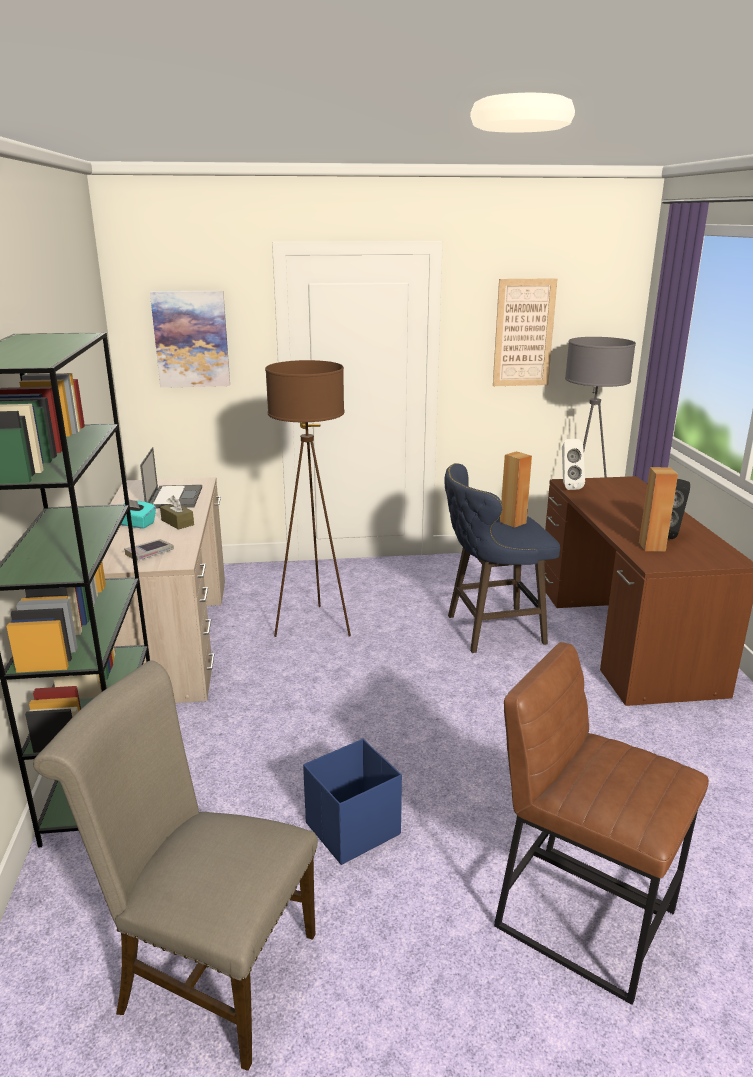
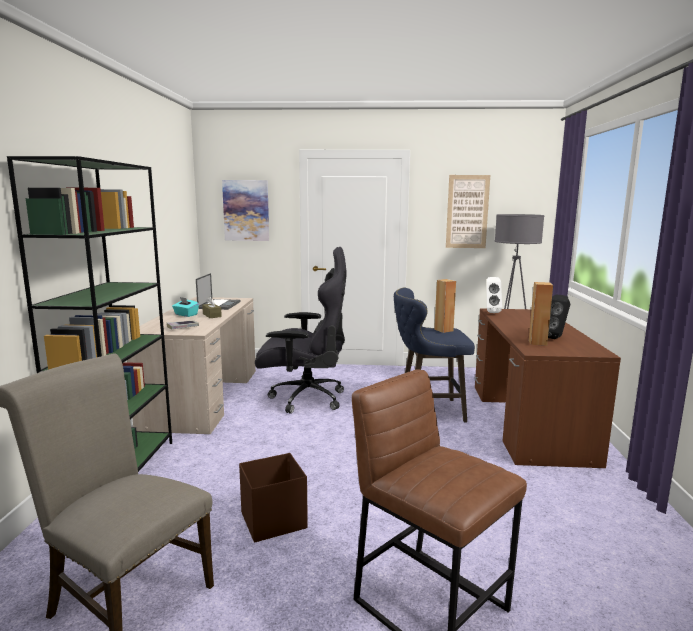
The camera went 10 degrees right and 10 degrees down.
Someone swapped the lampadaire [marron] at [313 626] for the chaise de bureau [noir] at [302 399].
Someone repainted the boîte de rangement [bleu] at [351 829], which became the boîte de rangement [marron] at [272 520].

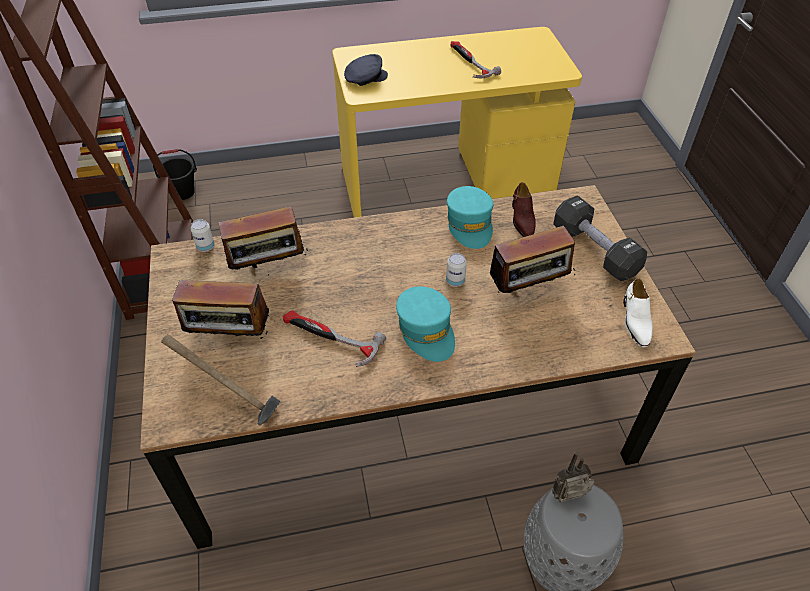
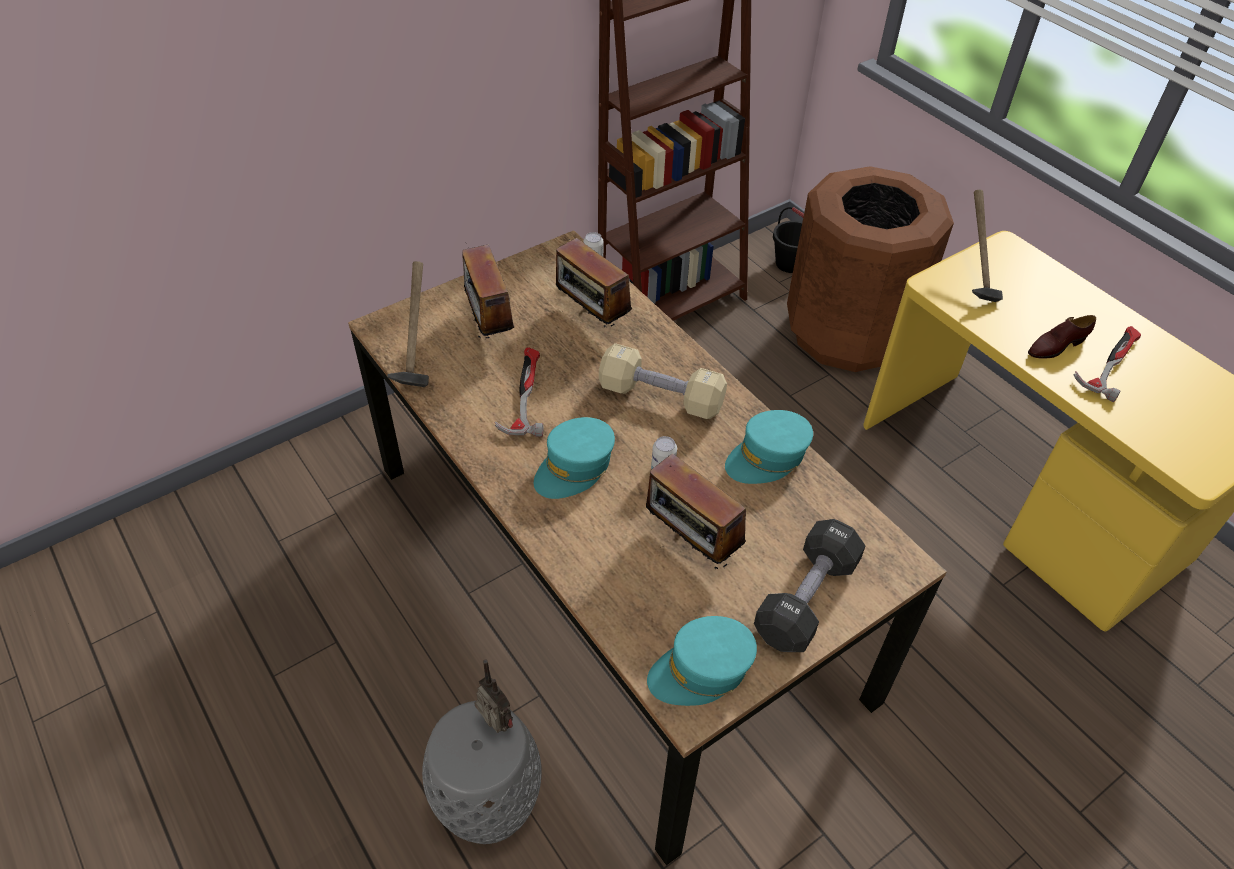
The camera went 65 degrees right and 0 degrees up.
Someone swapped the casquette [gris] at [365 78] for the marteau at [972 277].
Someone carried the chaussure [marron] from [522 219] to [1056 346].
Someone swapped the chaussure [blanc] at [635 321] for the casquette [turquoise] at [701 671].
Someone put down the haltère [beige] at [661 397].
Someone put down the poubelle [marron] at [846 334].

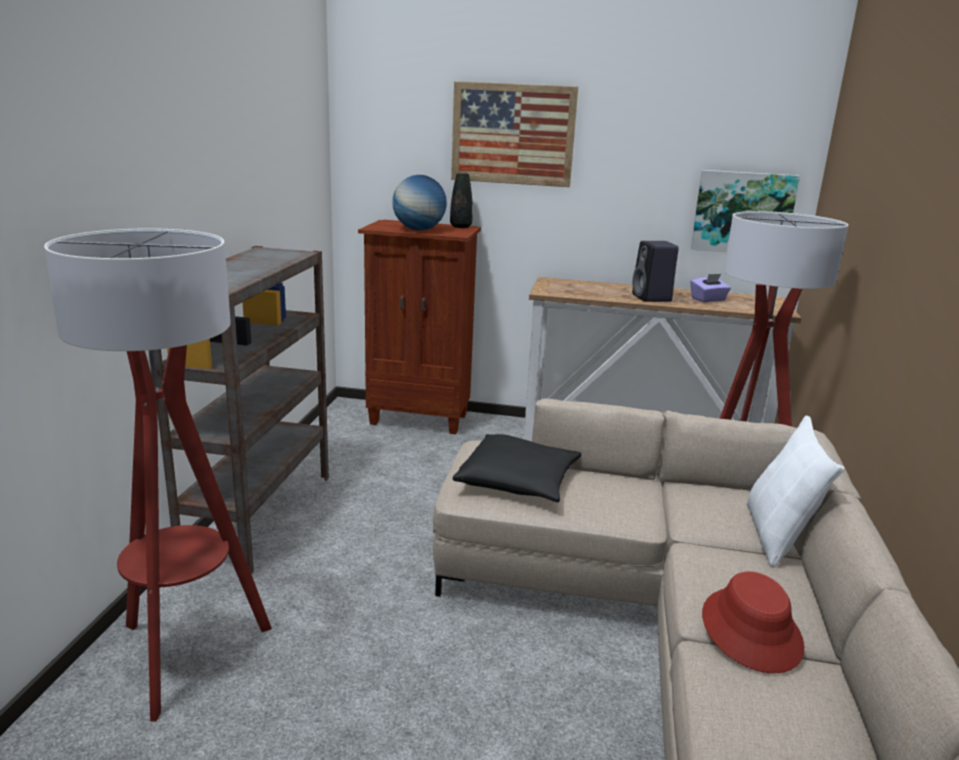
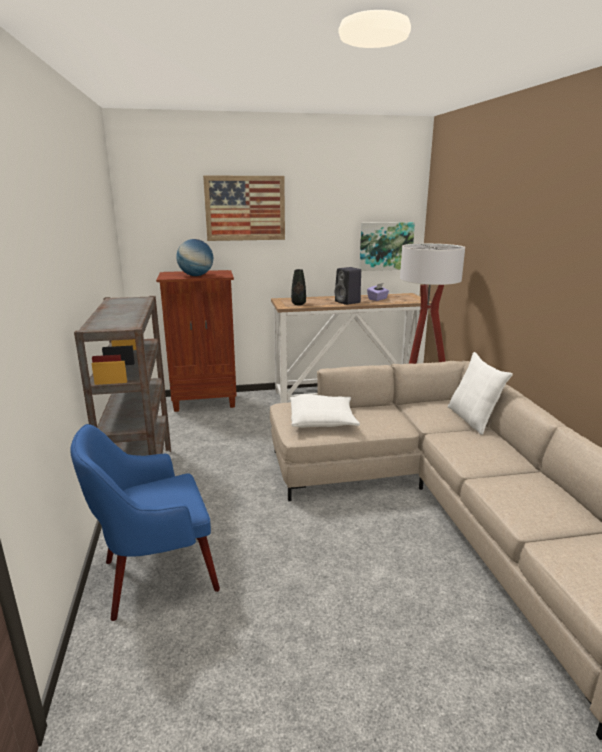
The camera went 20 degrees left and 0 degrees up.
Someone swapped the lampadaire at [186 654] for the fauteuil [bleu] at [156 576].
Someone carried the vase [noir] from [460 227] to [298 304].
Someone repainted the coussin [noir] at [518 480], which became the coussin [blanc] at [322 420].
Someone took away the chapeau [rouge] at [751 630].

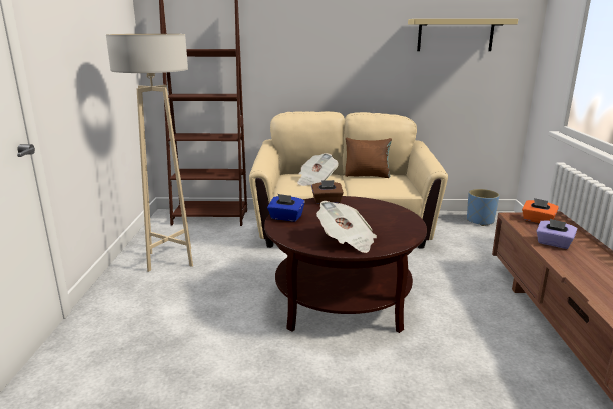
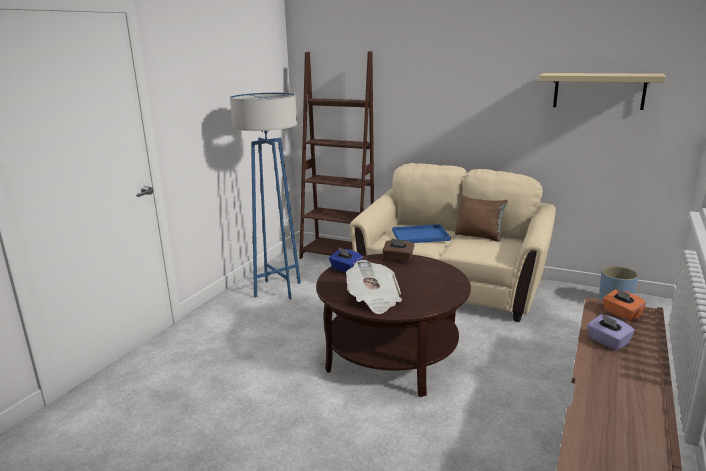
The camera went 25 degrees right and 0 degrees up.
Someone repainted the lampadaire [beige] at [170 259], which became the lampadaire [bleu] at [277 290].
Someone swapped the journal at [316 181] for the plateau [bleu] at [419 235].

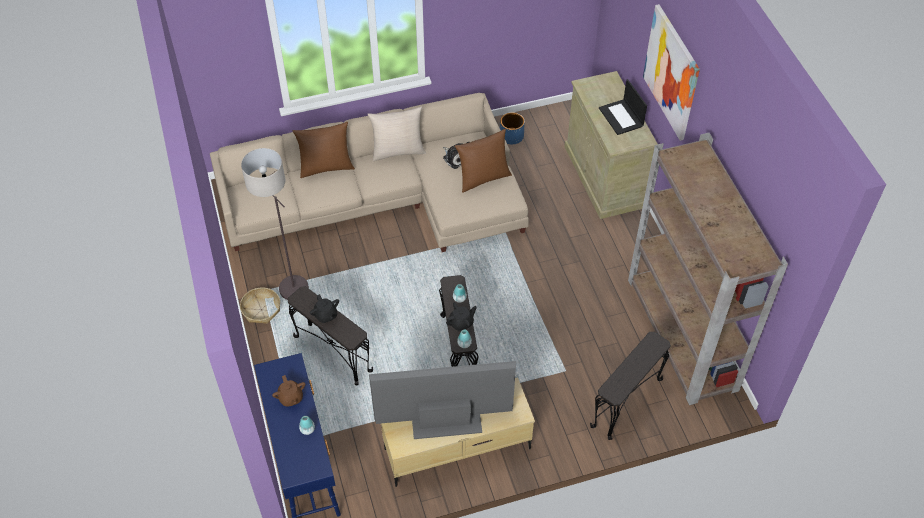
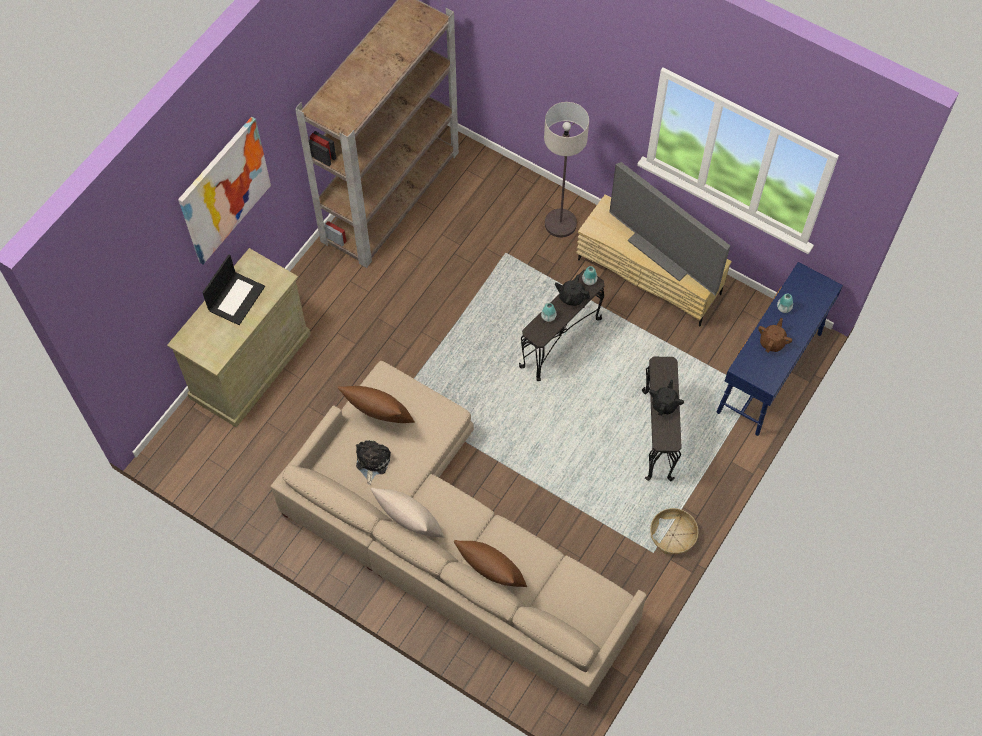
The camera went 130 degrees left and 10 degrees up.
Someone carried the lampadaire [gris] from [288 283] to [559 232].
Someone took away the cache-pot [bleu] at [511 136].
Someone took away the table d'appoint [noir] at [626 403].

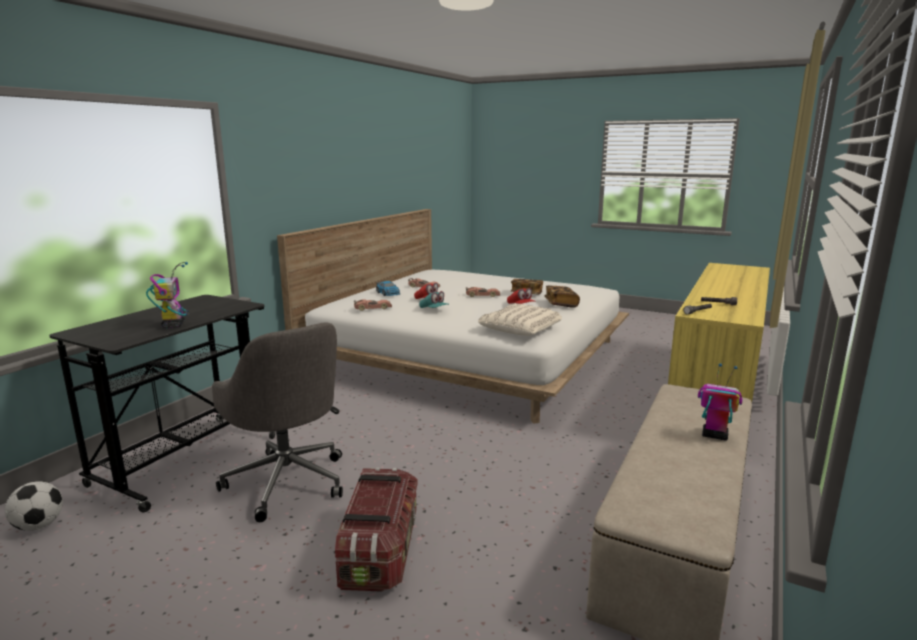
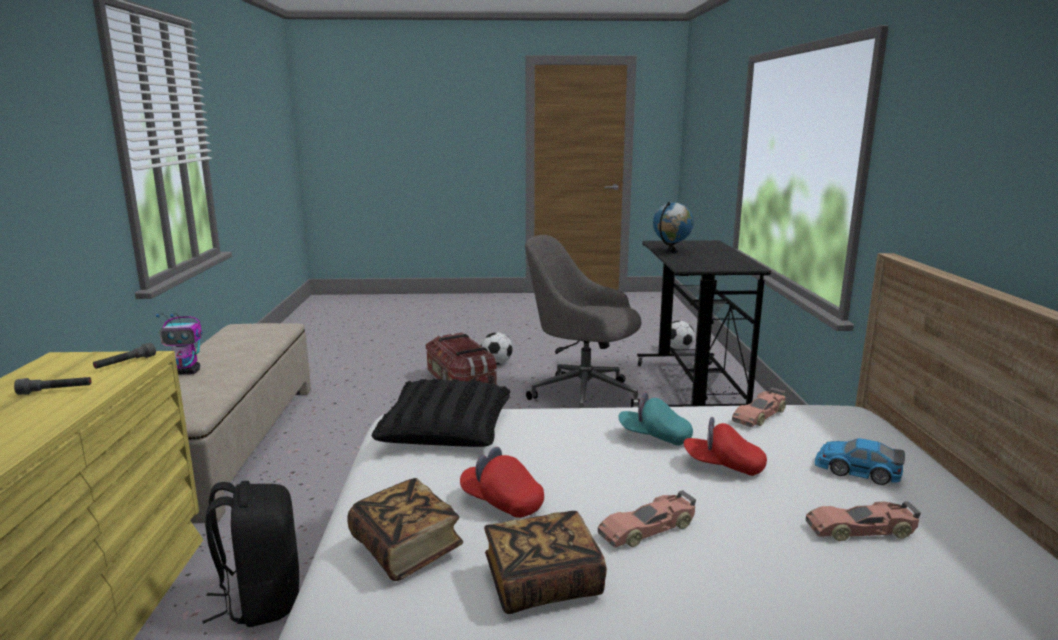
The camera went 150 degrees right and 0 degrees up.
Someone swapped the robot jouet at [173 325] for the globe at [671 251].
Someone repainted the coussin [beige] at [520 328], which became the coussin [noir] at [445 429].
Someone put down the sac à dos [noir] at [261 600].
Someone put down the ballon de foot at [496 363].

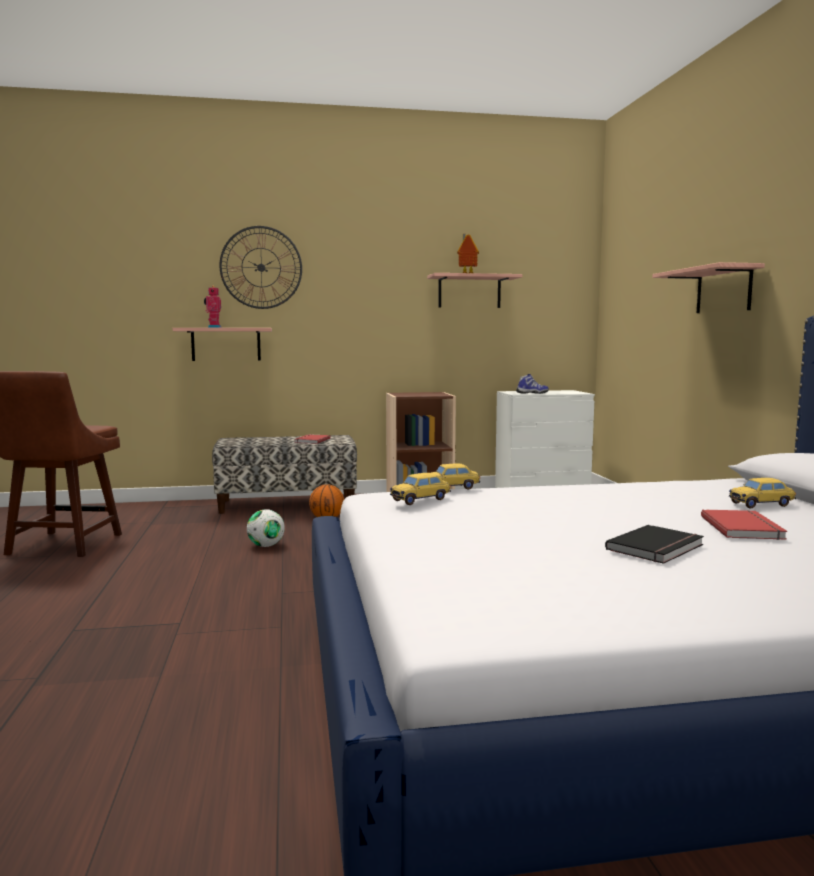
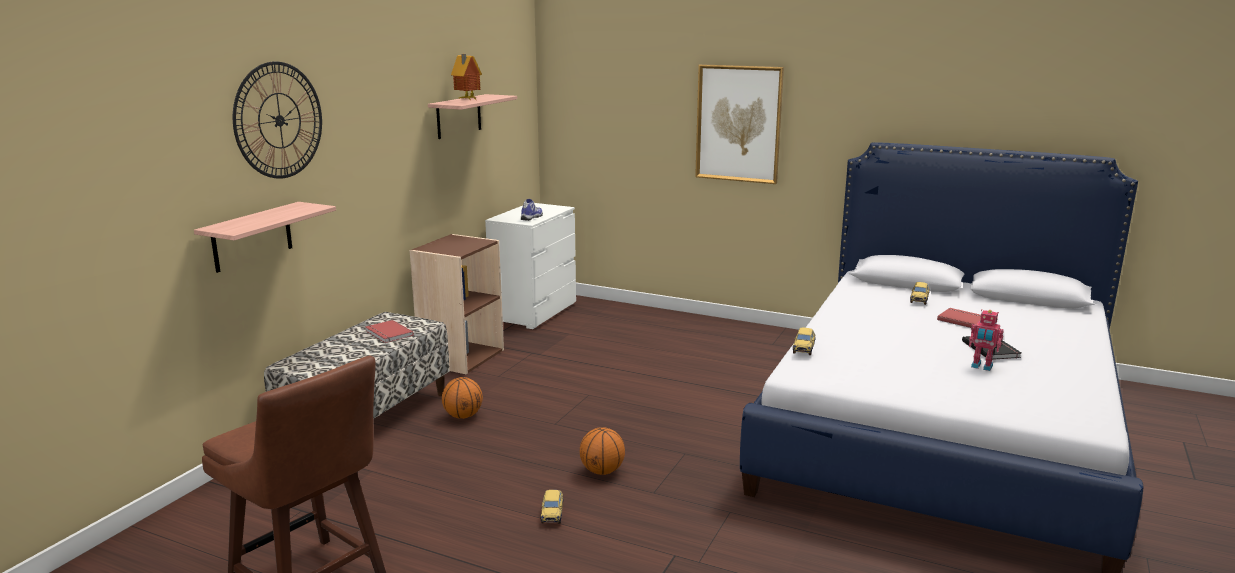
The camera went 55 degrees left and 10 degrees up.
Someone carried the robot jouet from [213 327] to [981 367].
Someone took away the ballon de foot at [266 546].
Someone carried the petite voiture from [420 500] to [552 513].
Someone swapped the étagère at [723 290] for the tableau at [738 123].
Someone put down the ballon de basket at [602 471].

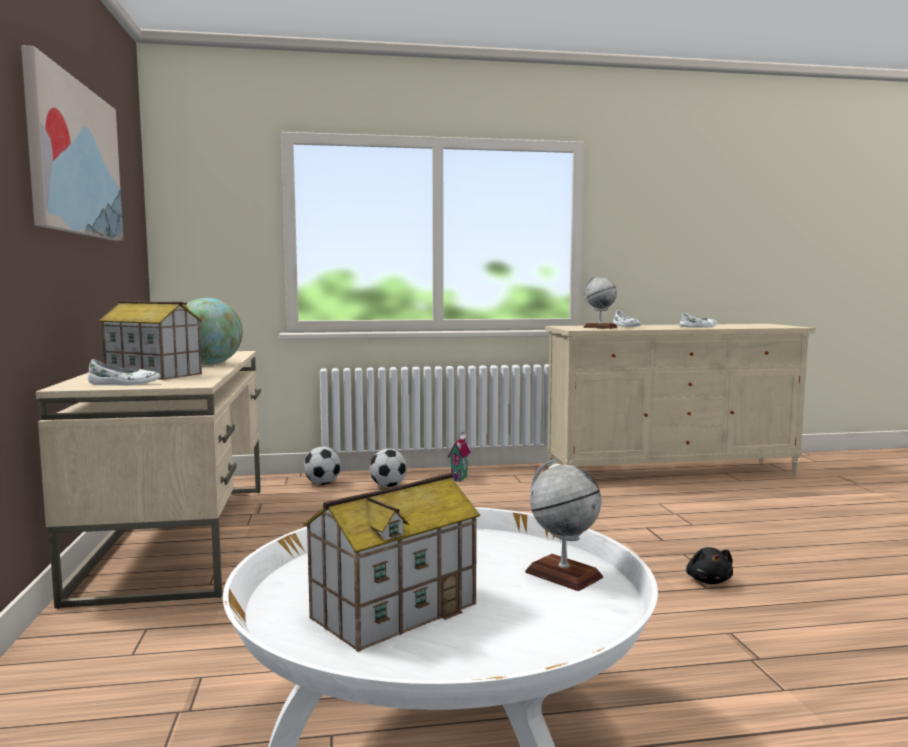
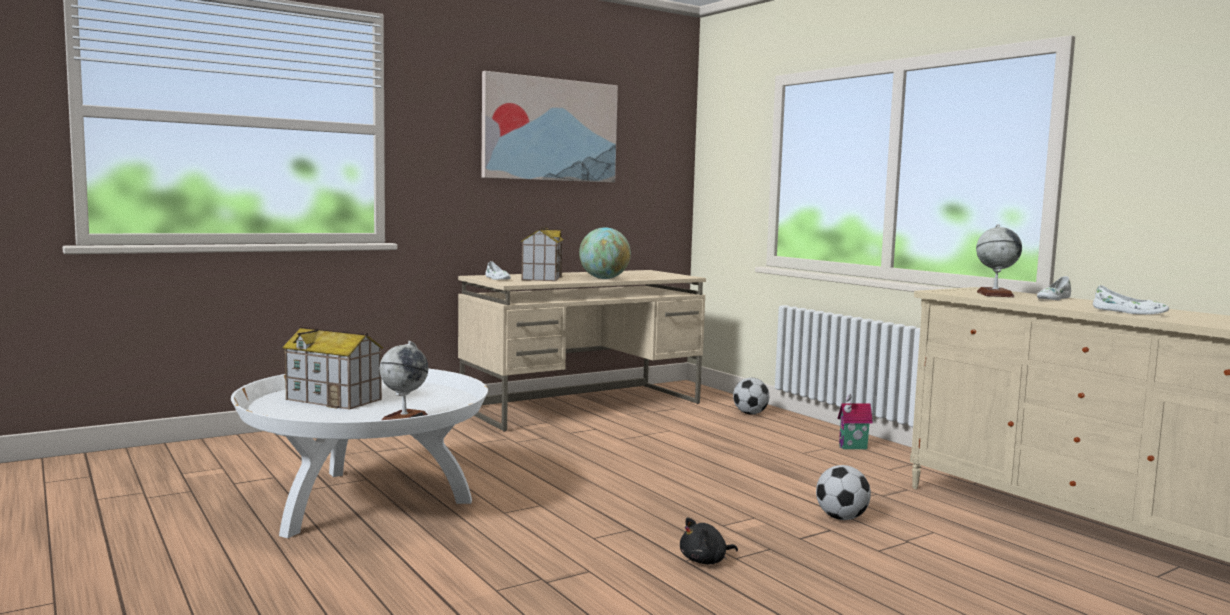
The camera went 65 degrees right and 0 degrees up.
Someone carried the ballon de foot from [388 486] to [842 518].

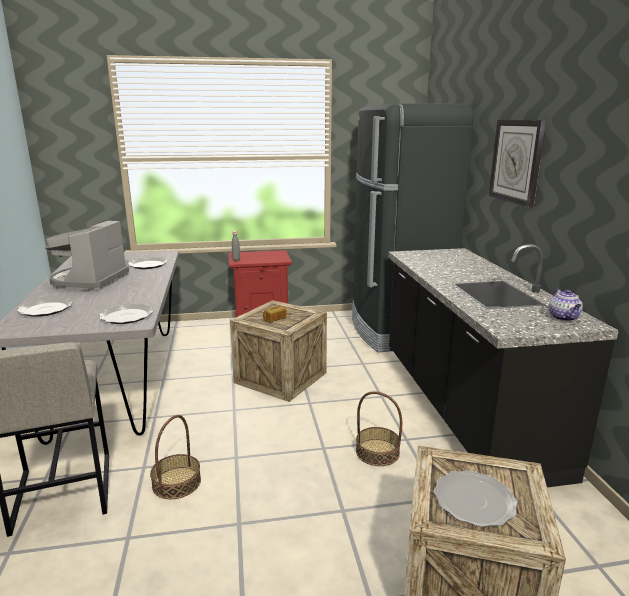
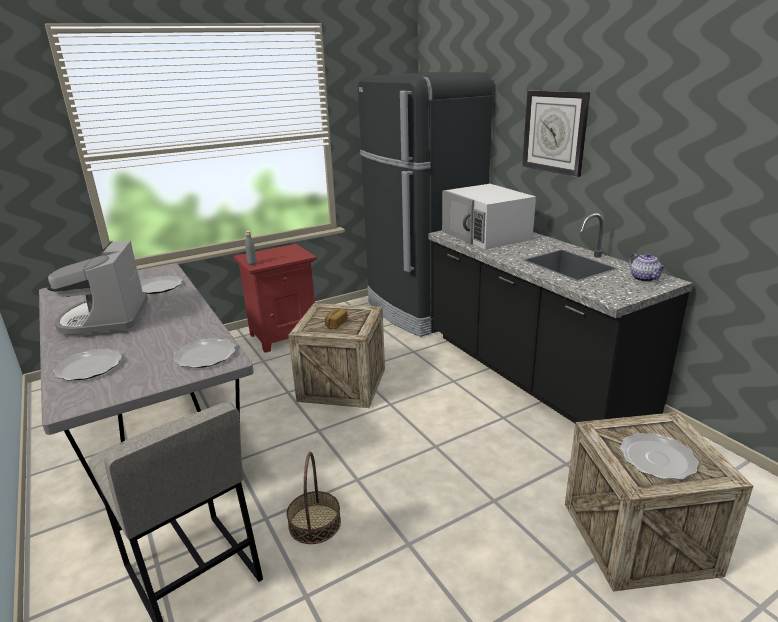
The camera went 20 degrees left and 5 degrees up.
Someone took away the panier at [377 452].
Someone put down the micro-ondes [blanc] at [486 235].

